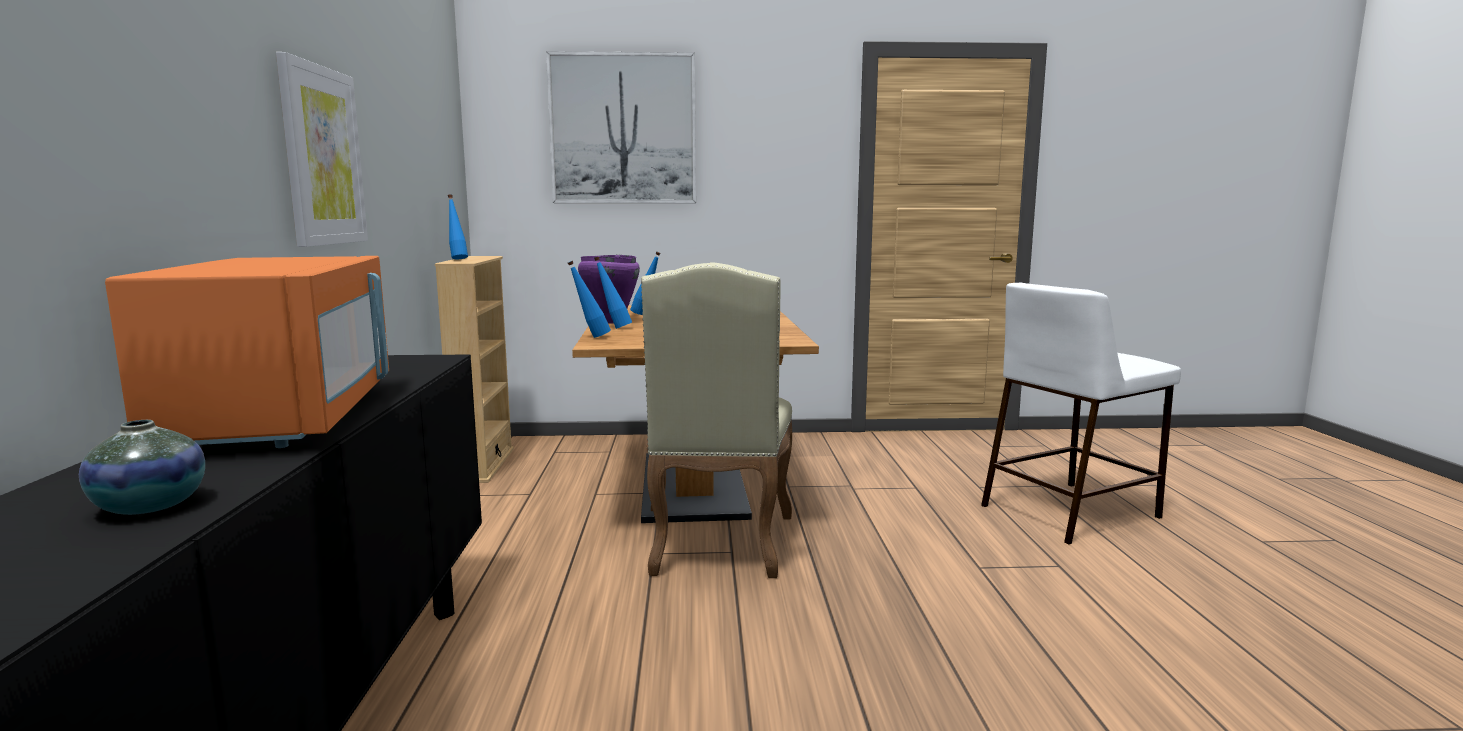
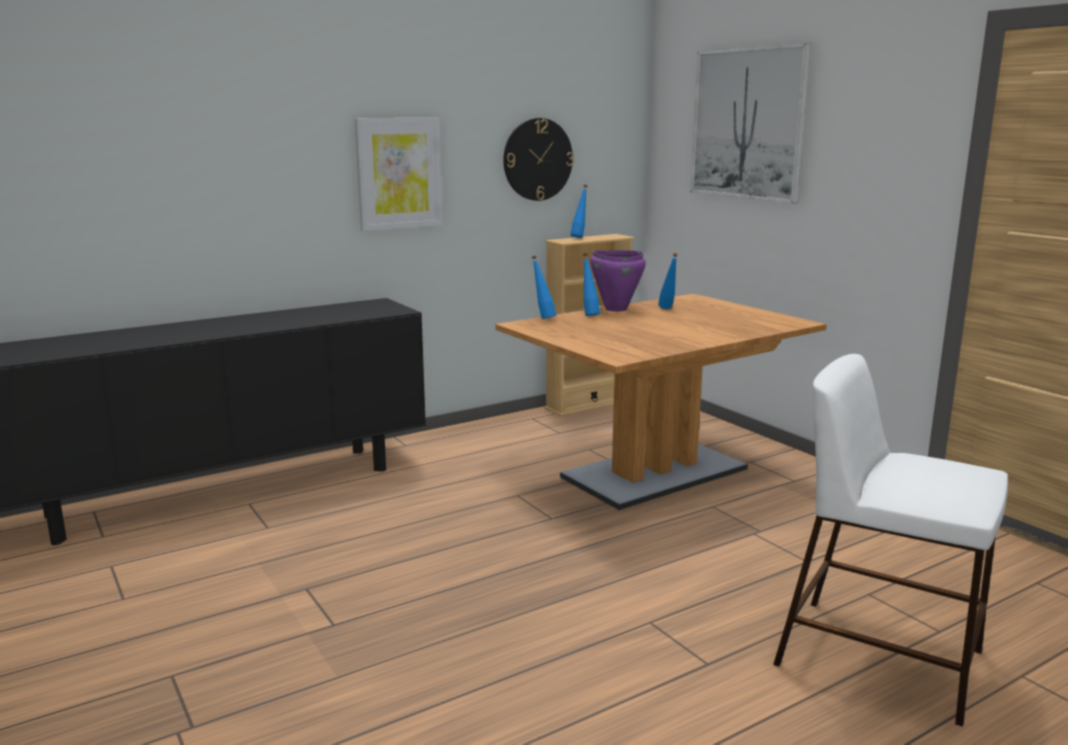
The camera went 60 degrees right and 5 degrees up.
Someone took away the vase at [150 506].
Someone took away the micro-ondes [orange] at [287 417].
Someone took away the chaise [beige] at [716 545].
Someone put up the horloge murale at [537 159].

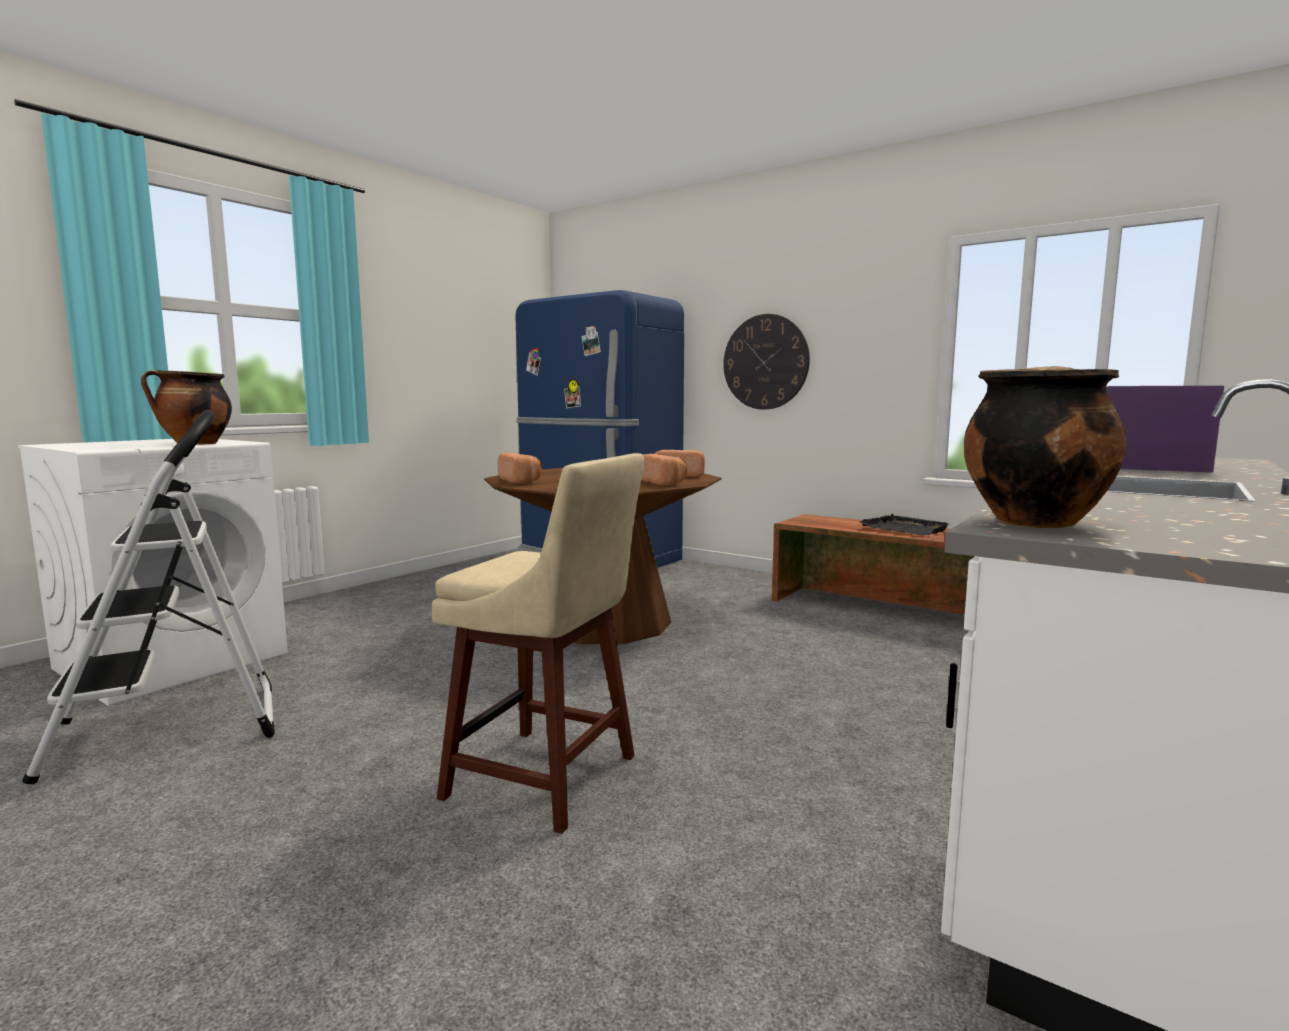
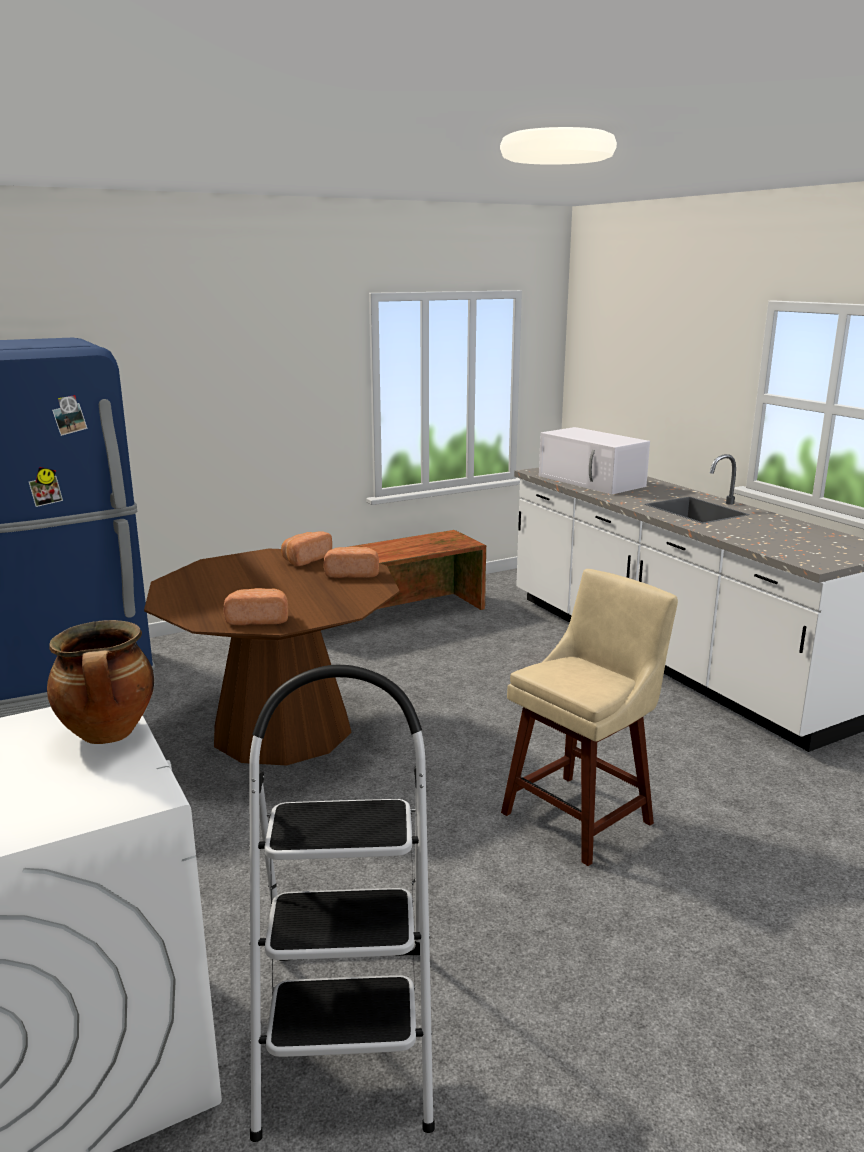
The camera went 65 degrees left and 10 degrees up.
Someone took away the horloge murale at [765 362].
Someone took away the plateau [noir] at [904 529].
Someone took away the marmite at [1033 521].
Someone repainted the micro-ondes [violet] at [1142 463], which became the micro-ondes [blanc] at [592 481].

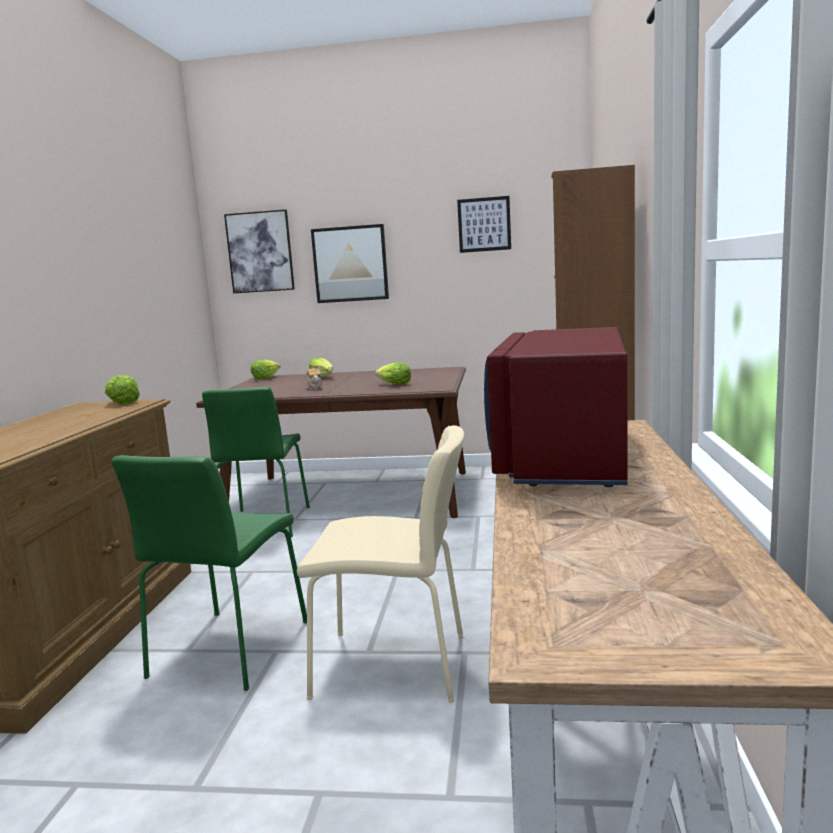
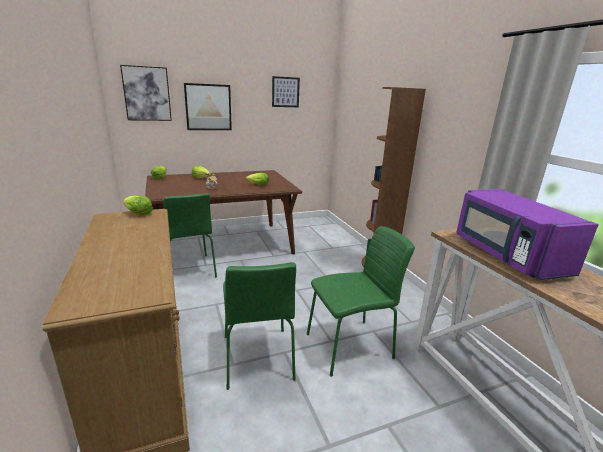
The camera went 30 degrees left and 10 degrees up.
Someone repainted the chaise [beige] at [397 665], which became the chaise [vert] at [352 345].
Someone repainted the micro-ondes [rouge] at [562 458], which became the micro-ondes [violet] at [506 255].

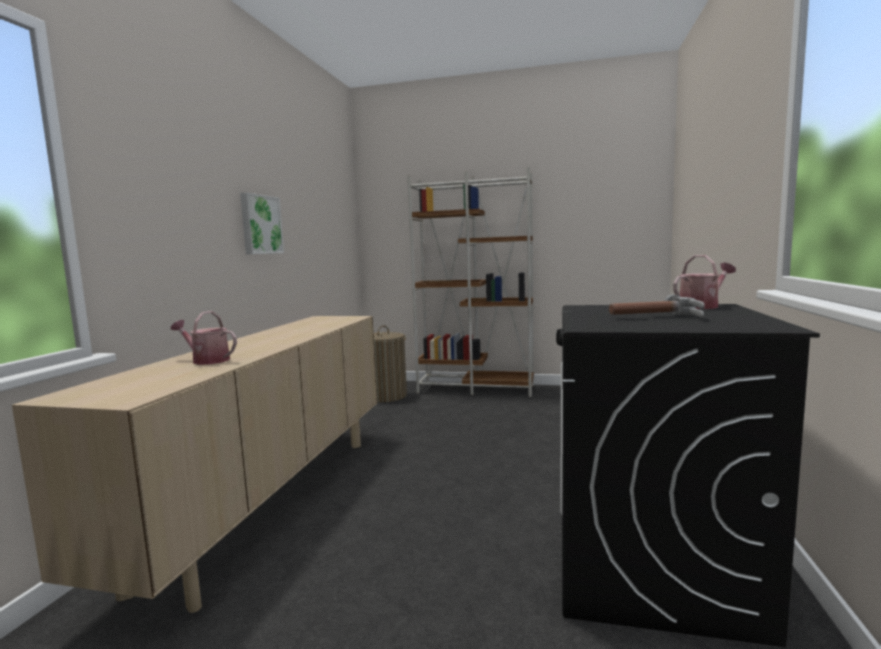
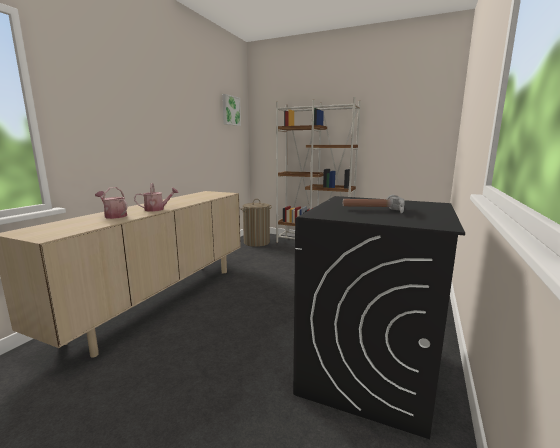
The camera went 10 degrees right and 5 degrees up.
Someone carried the tableau from [260 225] to [230 110].
Someone carried the arrosoir from [702 306] to [157 209].

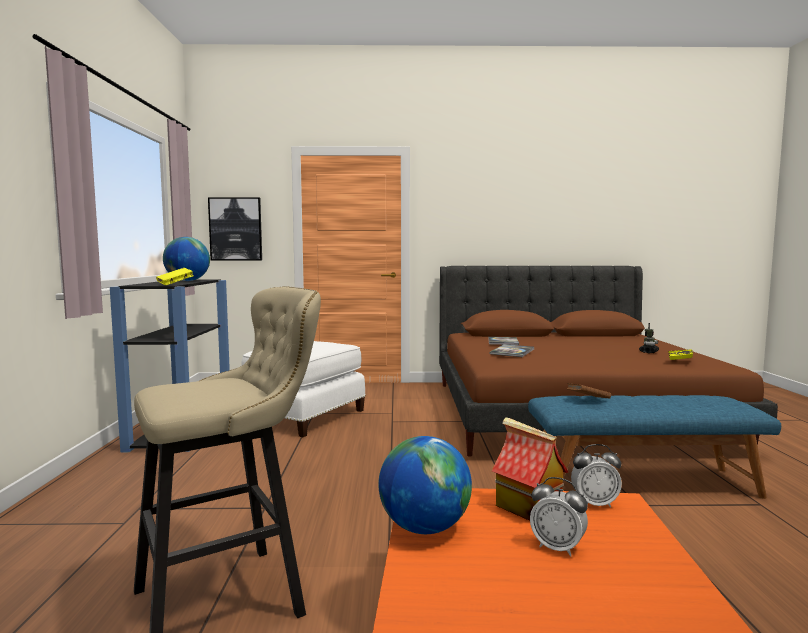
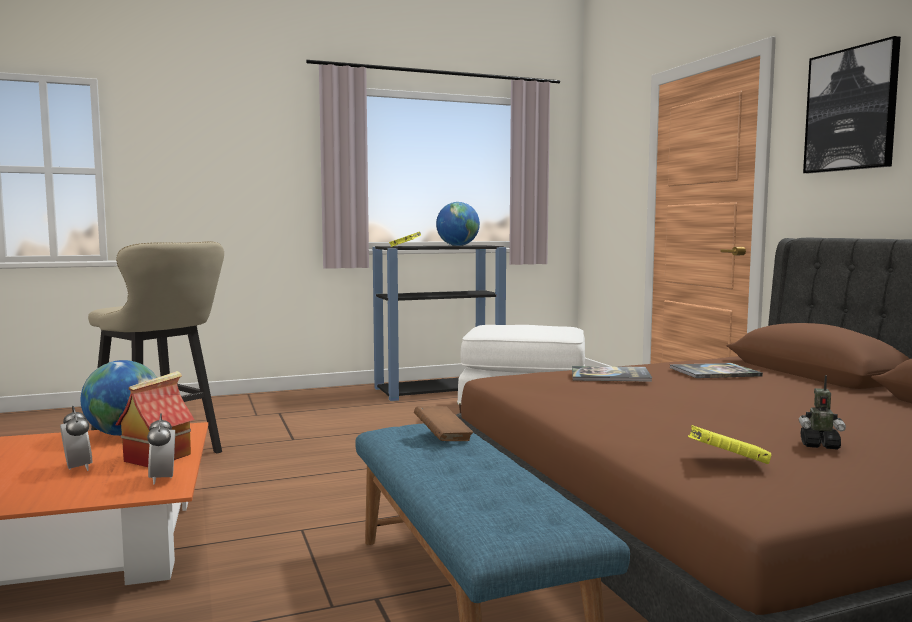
The camera went 70 degrees right and 0 degrees up.
Someone carried the tableau from [236 229] to [851 110].
Someone rotated the réveil at [557 547] by 135 degrees clockwise.

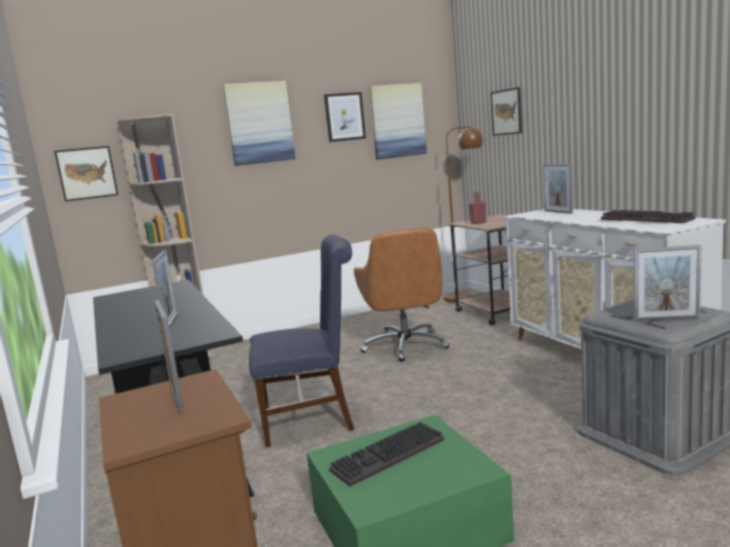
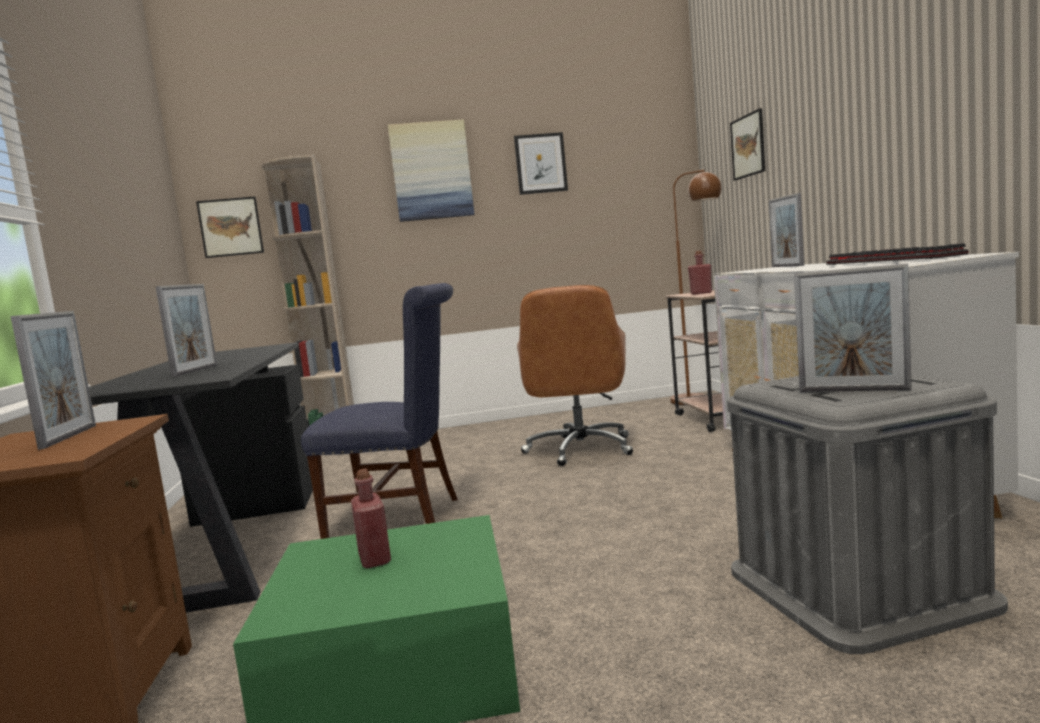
The camera went 15 degrees right and 5 degrees down.
Someone swapped the clavier at [388 457] for the bouteille [rouge] at [374 559].
Someone took away the tableau at [397 121].

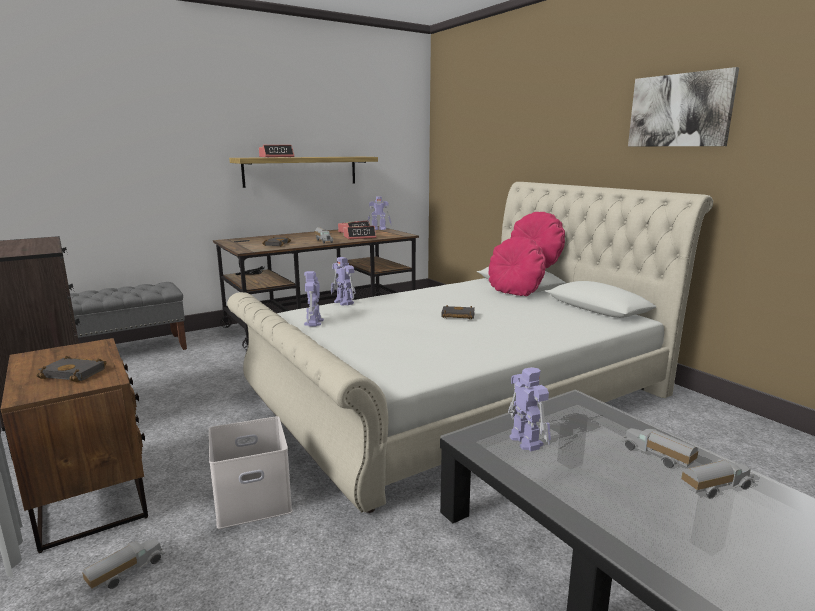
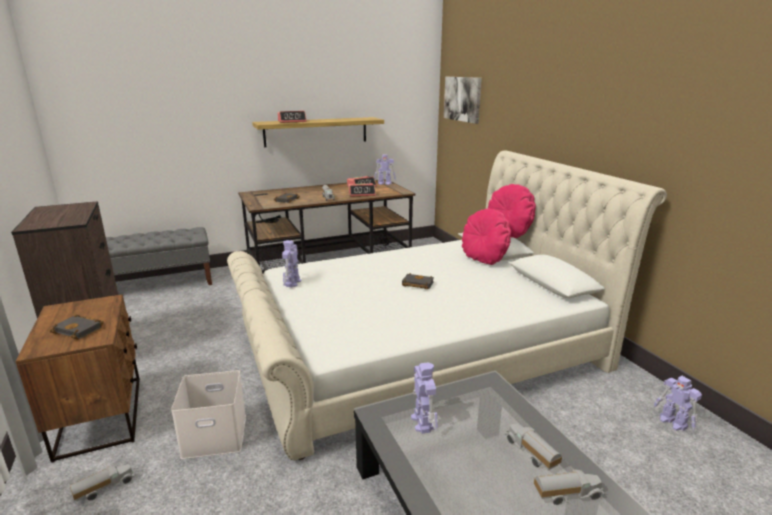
The camera went 10 degrees right and 5 degrees up.
Someone carried the robot jouet from [344 302] to [673 423].
Someone carried the tableau from [680 110] to [462 99].

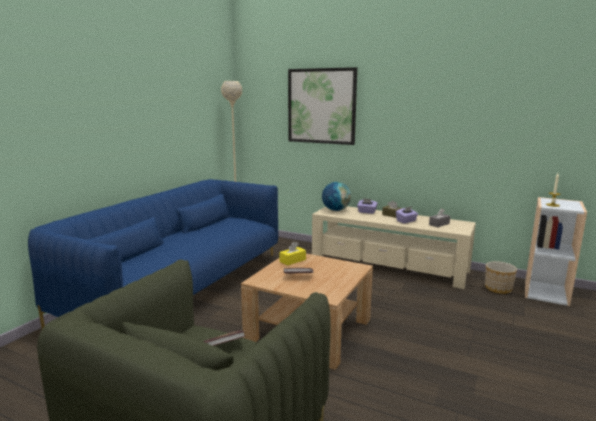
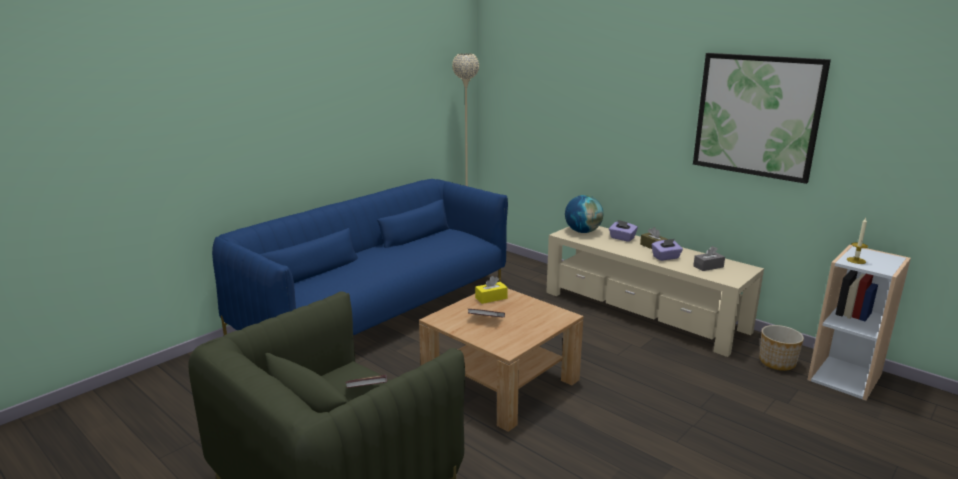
The camera went 15 degrees right and 5 degrees up.
Someone carried the tableau from [321 106] to [756 116].

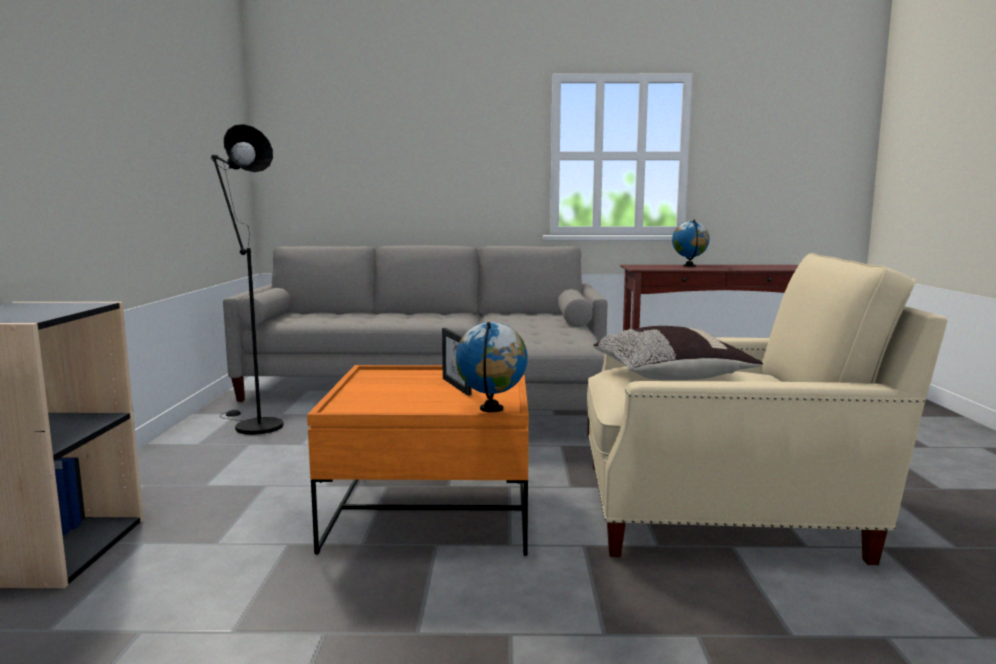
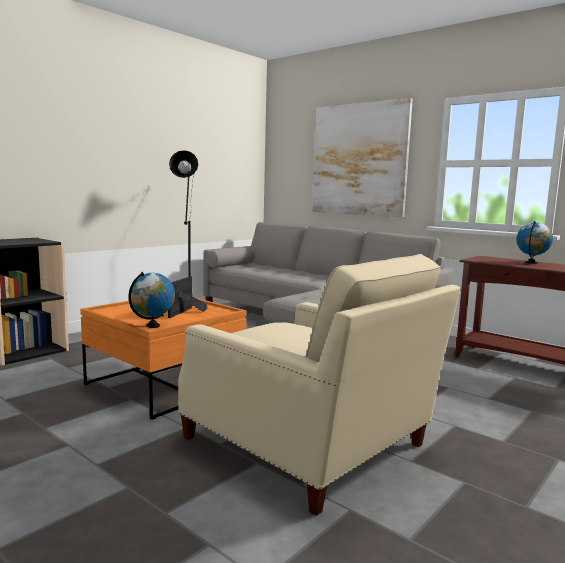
The camera went 40 degrees right and 0 degrees up.
Someone took away the coussin at [670 376].
Someone put up the tableau at [359 159].

